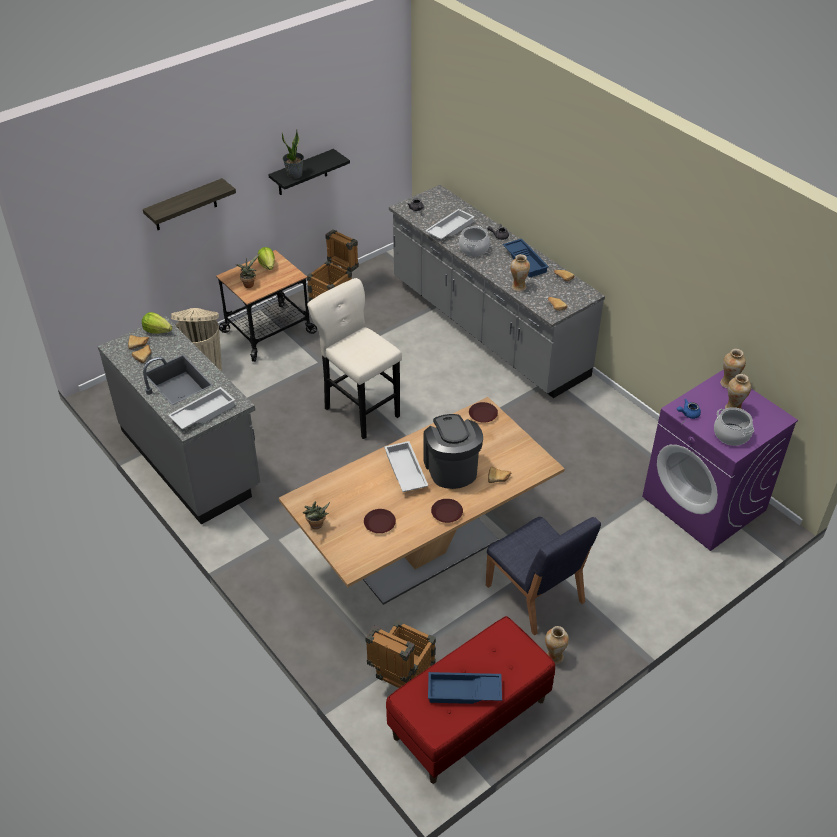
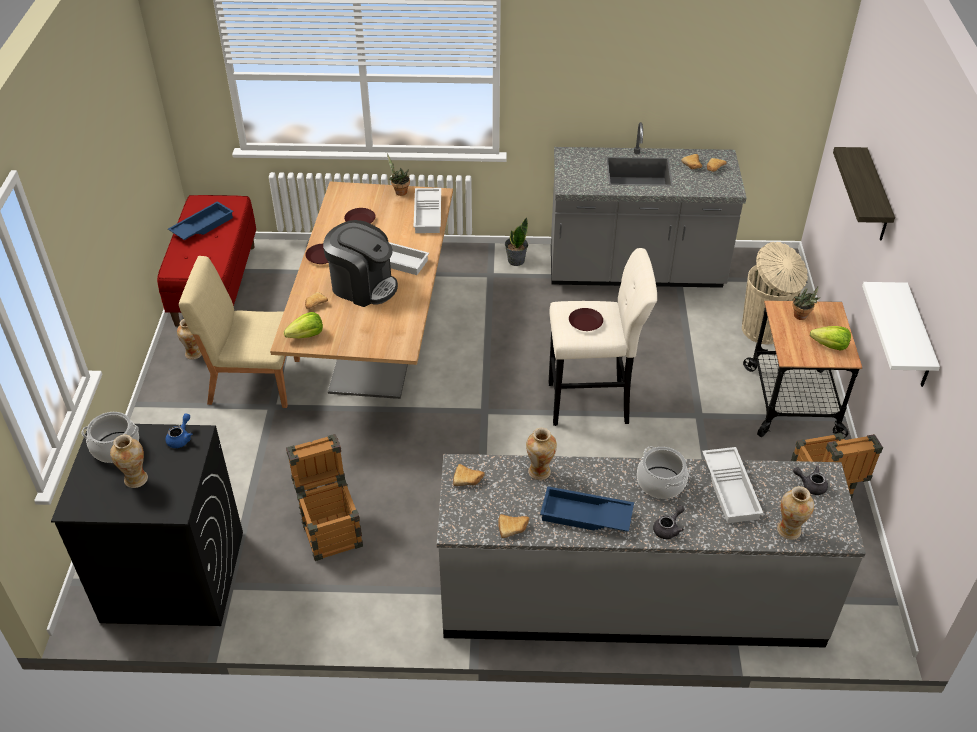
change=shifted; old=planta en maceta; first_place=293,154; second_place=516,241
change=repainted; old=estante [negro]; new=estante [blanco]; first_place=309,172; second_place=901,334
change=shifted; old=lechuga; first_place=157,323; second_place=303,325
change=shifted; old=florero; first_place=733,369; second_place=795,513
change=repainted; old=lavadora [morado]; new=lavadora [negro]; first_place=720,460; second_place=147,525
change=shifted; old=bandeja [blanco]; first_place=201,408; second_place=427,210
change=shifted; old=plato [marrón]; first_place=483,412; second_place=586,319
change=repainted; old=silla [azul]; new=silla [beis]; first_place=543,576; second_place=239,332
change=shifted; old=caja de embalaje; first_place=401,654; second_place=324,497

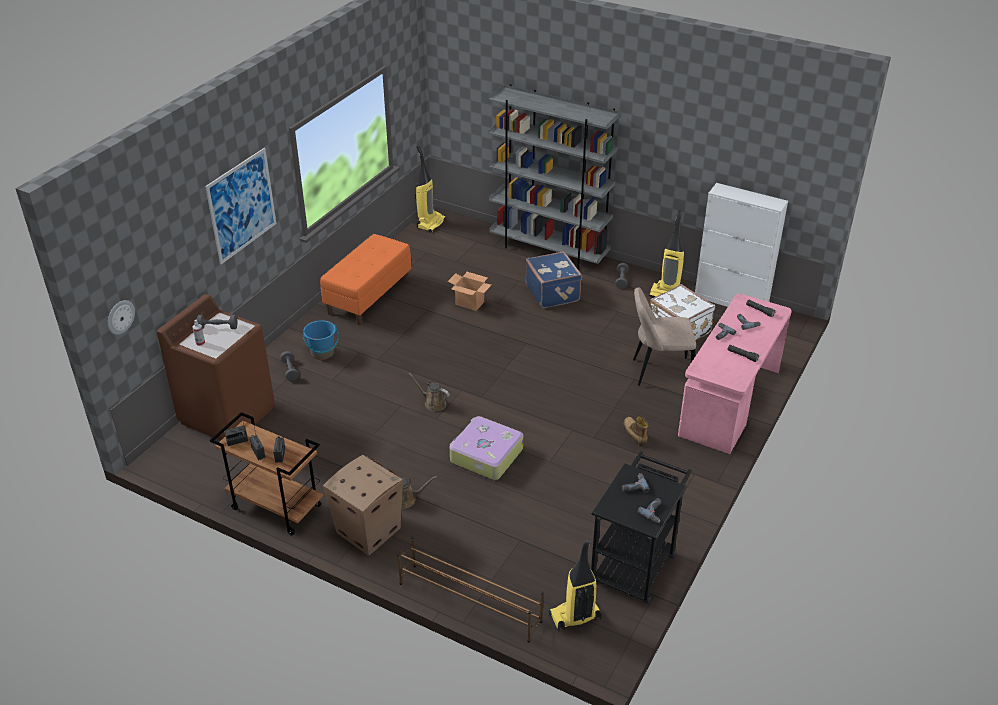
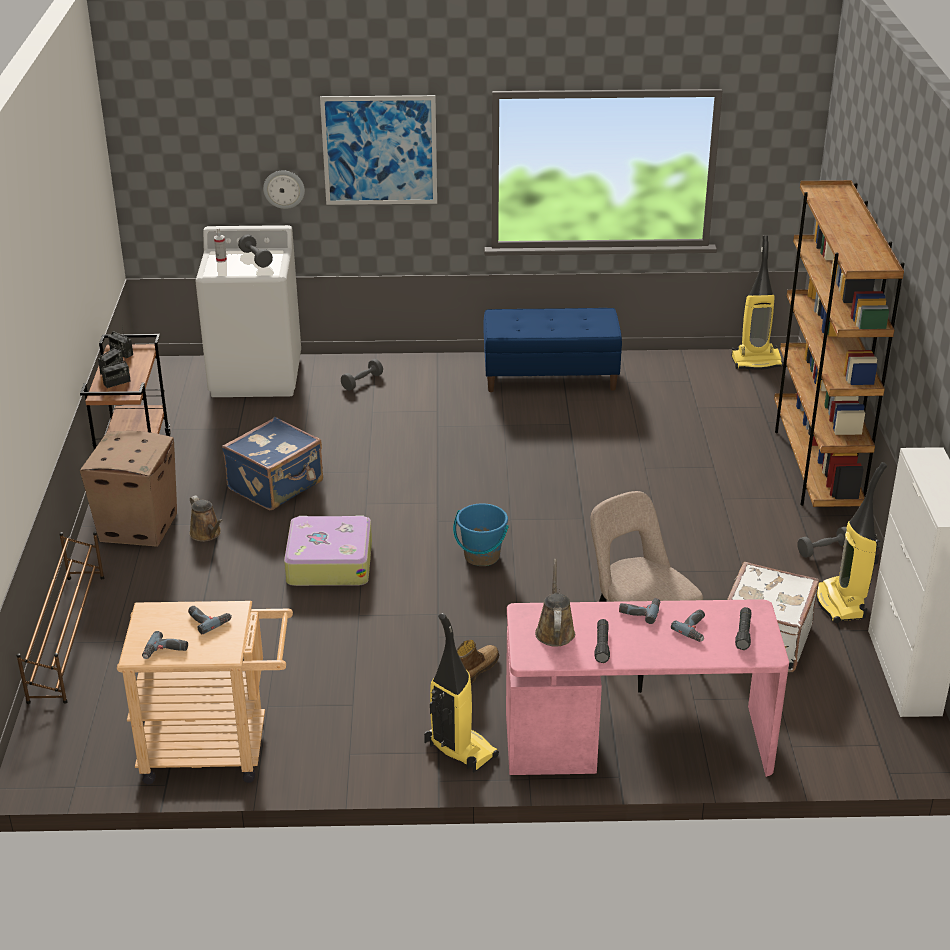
change=repainted; old=estantería [gris]; new=estantería [marrón]; first_place=554,177; second_place=839,343
change=repainted; old=banco [naranja]; new=banco [azul]; first_place=366,279; second_place=552,350
change=shifted; old=maleta [azul]; first_place=553,279; second_place=272,463
change=gone; old=caja de cartón; first_place=469,291
change=repainted; old=lavadora [marrón]; new=lavadora [blanco]; first_place=216,367; second_place=248,311
change=shifted; old=reloj de pared; first_place=121,317; second_place=284,189
change=shifted; old=cubo [azul]; first_place=320,340; second_place=481,534
change=shifted; old=regadera [marrón]; first_place=429,392; second_place=555,603
change=repainted; old=carrito [negro]; new=carrito [beis]; first_place=641,527; second_place=205,693
change=shifted; old=aspiradora; first_place=575,585; second_place=461,693

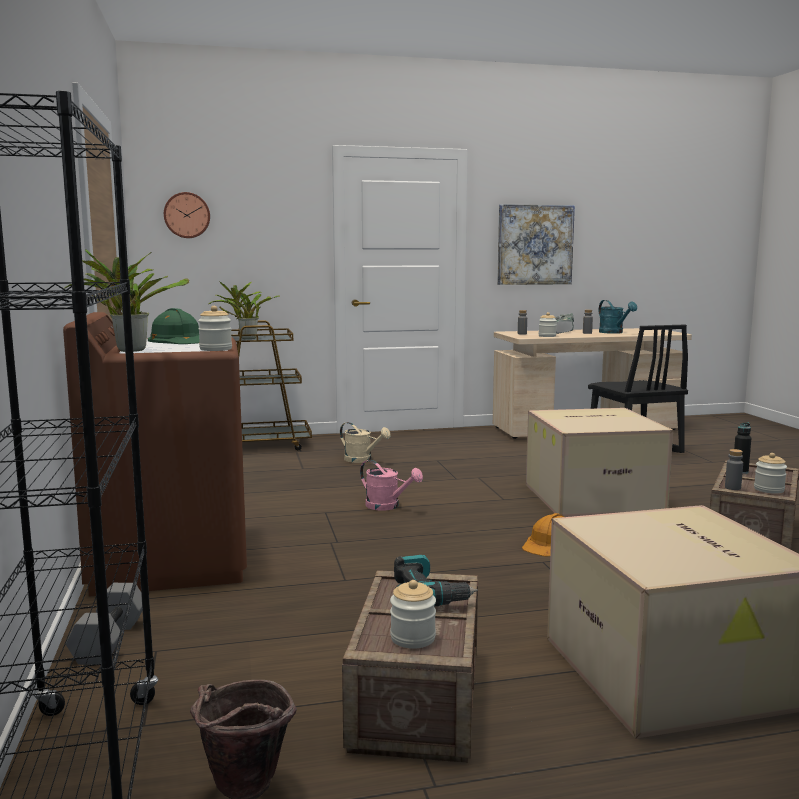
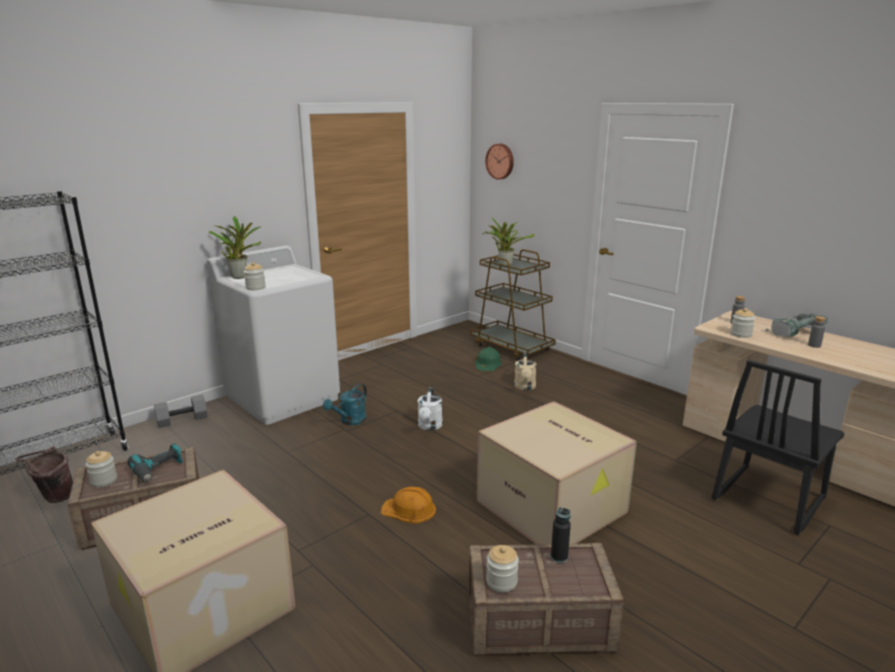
change=gone; old=cuadro; first_place=536,244
change=shifted; old=regadera [turquesa]; first_place=618,317; second_place=345,404
change=shifted; old=casco [verde]; first_place=174,326; second_place=488,359
change=repainted; old=lavadora [marrón]; new=lavadora [blanco]; first_place=155,454; second_place=273,335
change=gone; old=botella [gris]; first_place=734,469
change=repainted; old=regadera [rosa]; new=regadera [blanco]; first_place=391,485; second_place=430,408

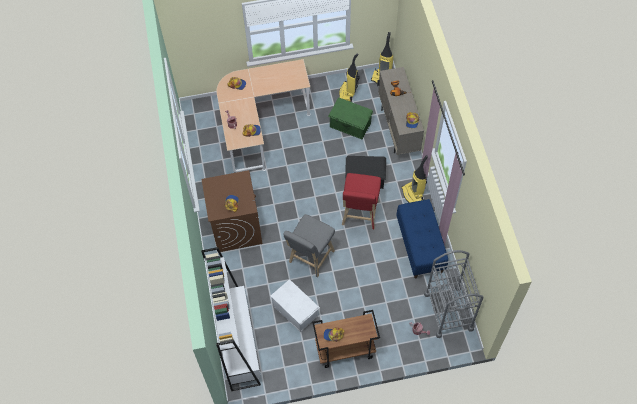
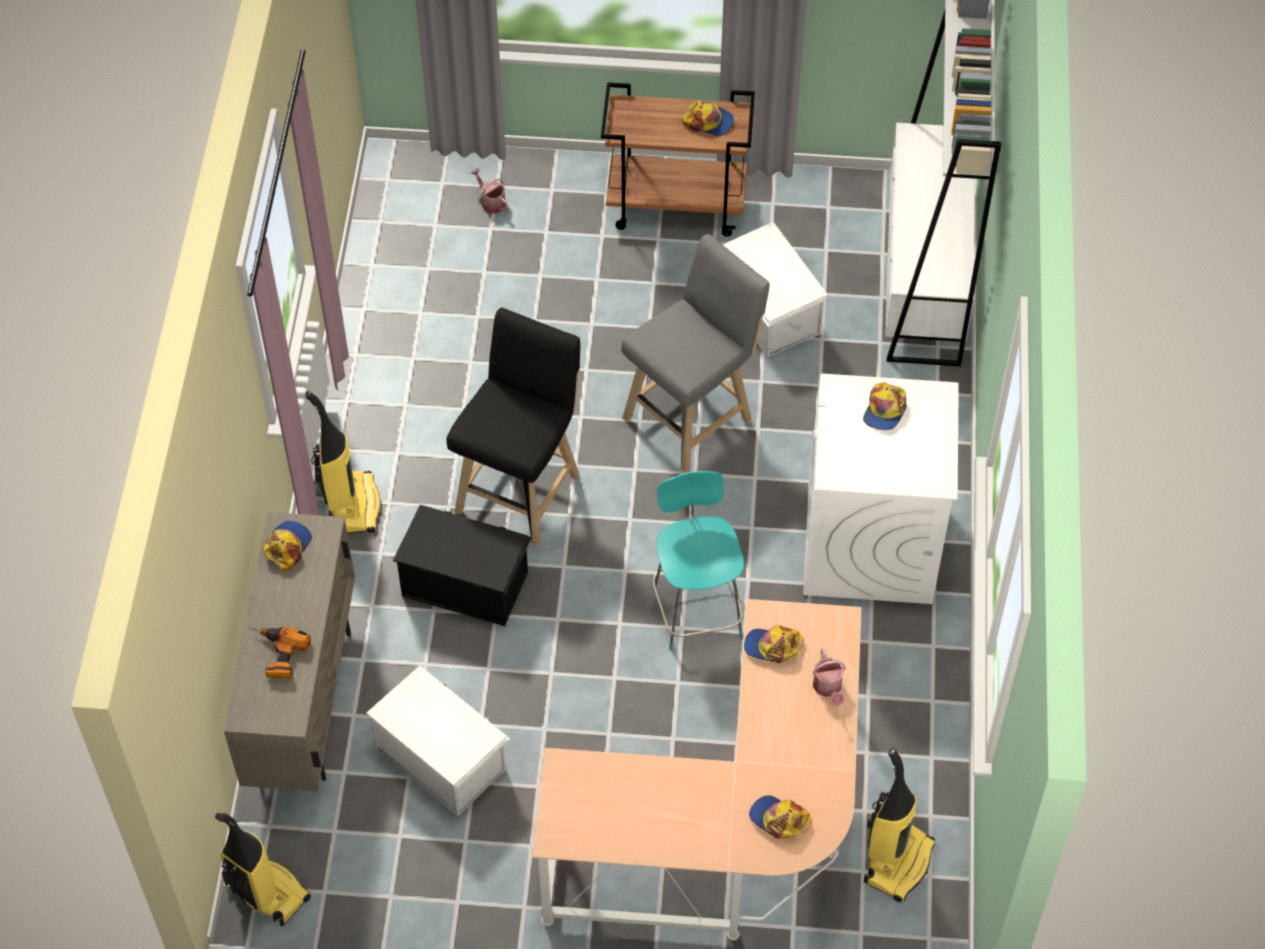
change=shifted; old=aspiradora; first_place=349,77; second_place=900,825
change=repainted; old=caja de almacenaje [verde]; new=caja de almacenaje [blanco]; first_place=350,118; second_place=438,741
change=repainted; old=lavadora [marrón]; new=lavadora [blanco]; first_place=231,211; second_place=881,489
change=repainted; old=taburete [rojo]; new=taburete [negro]; first_place=361,201; second_place=513,427
change=gone; old=banco [azul]; first_place=422,238
change=gone; old=carrito [gris]; first_place=454,294
change=new; new=silla [turquesa]; second_place=698,560

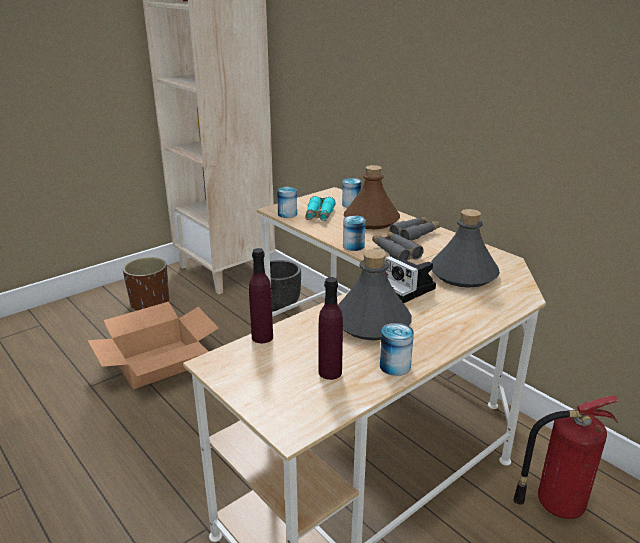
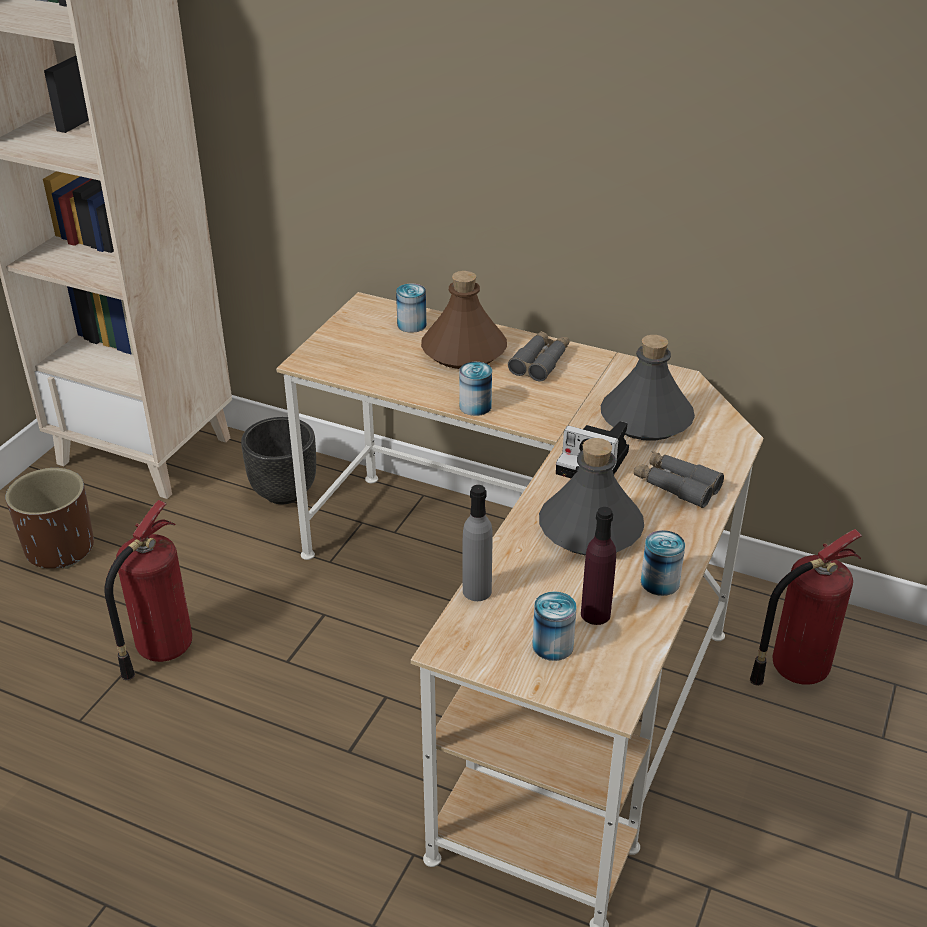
change=shifted; old=lata; first_place=287,202; second_place=554,626
change=gone; old=prismáticos [turquesa]; first_place=320,208
change=shifted; old=prismáticos [gris]; first_place=398,246; second_place=679,479
change=repainted; old=botella [morado]; new=botella [gris]; first_place=261,295; second_place=477,543
change=swapped; old=caja de cartón; new=extintor; first_place=153,345; second_place=148,590

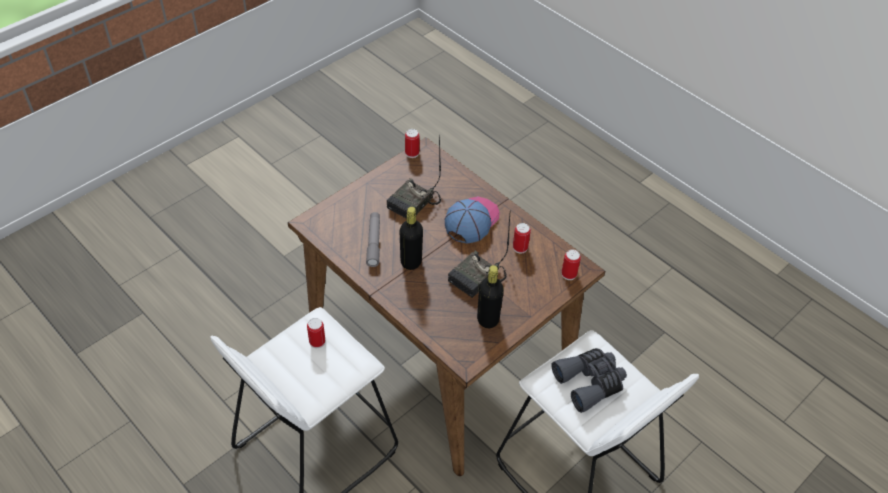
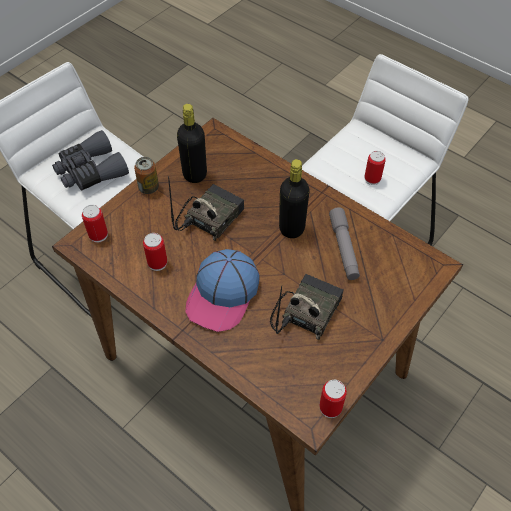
change=new; new=lata; second_place=146,175

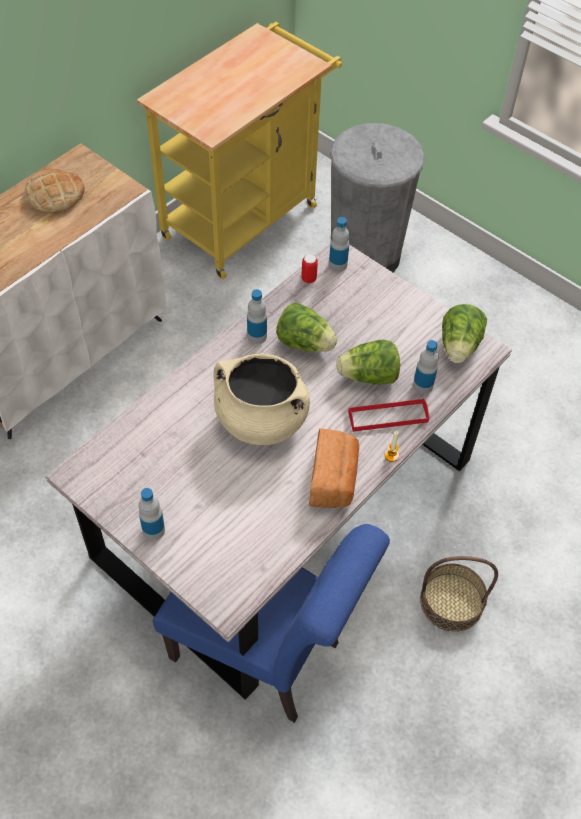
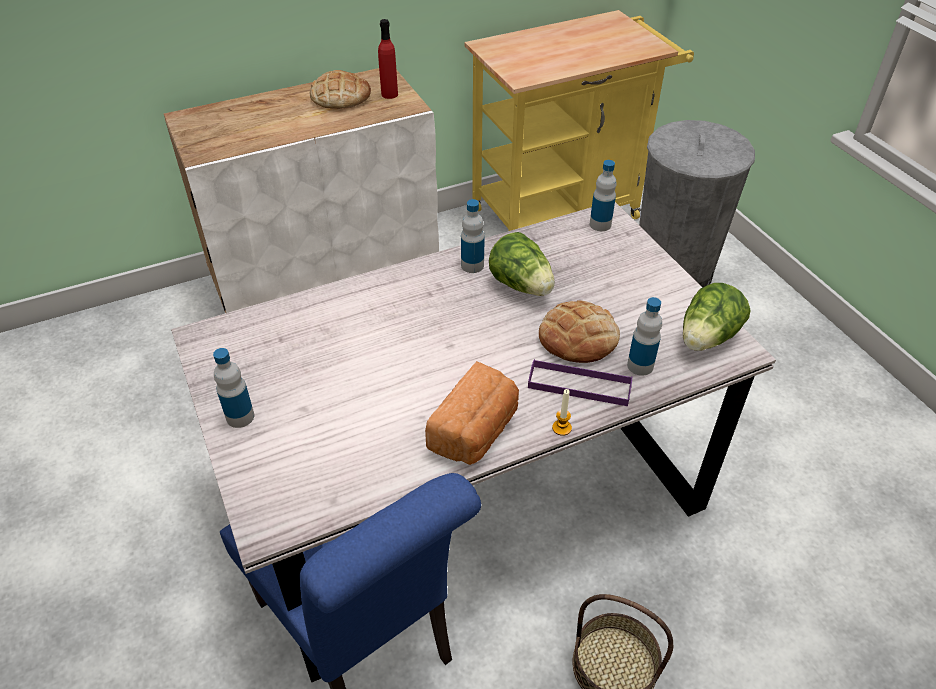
change=gone; old=lata; first_place=309,268
change=swapped; old=lechuga; new=pan; first_place=368,362; second_place=579,331
change=gone; old=olla [beis]; first_place=262,399
change=repainted; old=bandeja [rojo]; new=bandeja [morado]; first_place=388,415; second_place=580,382
change=new; new=botella [rojo]; second_place=388,59

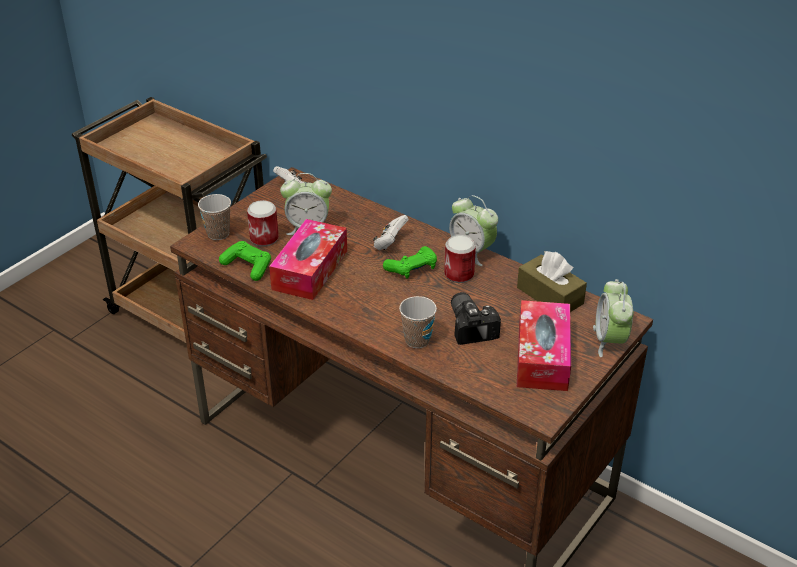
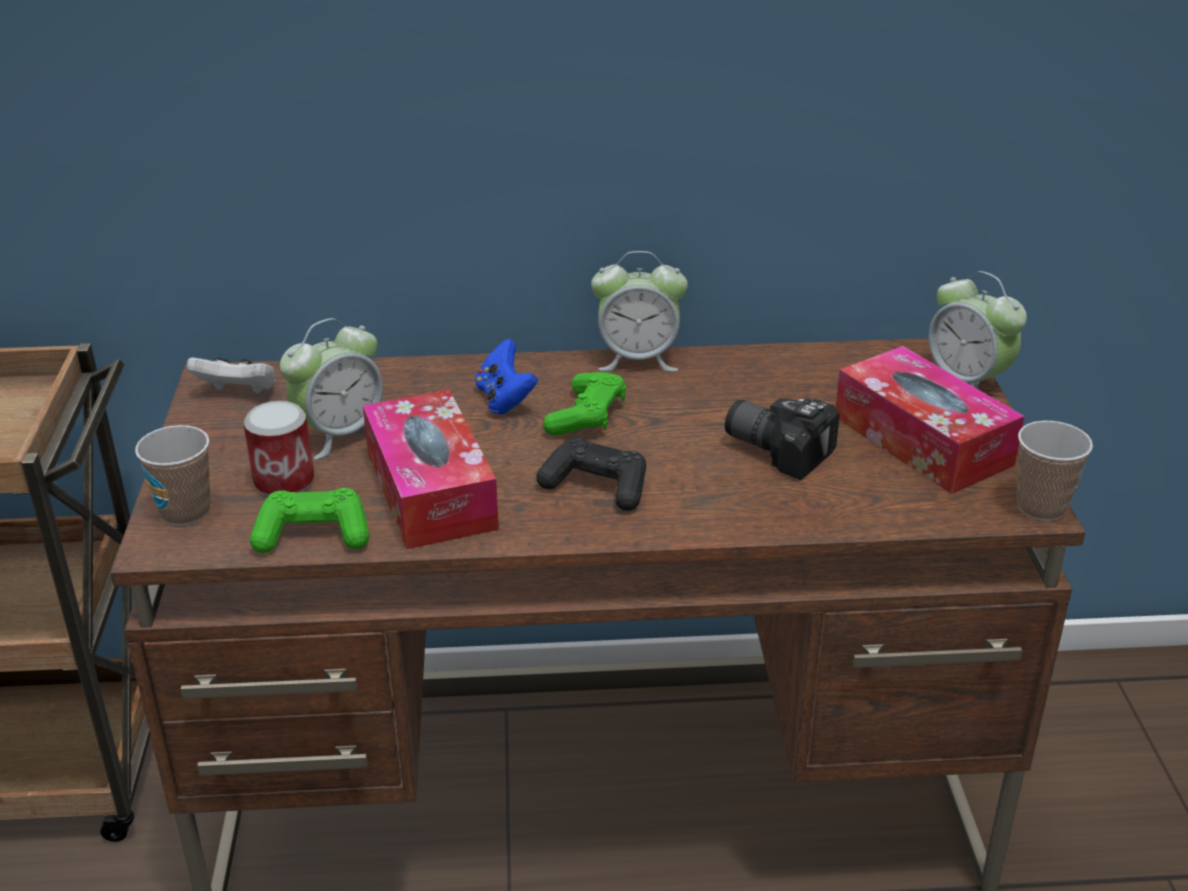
change=repainted; old=mando de consola [blanco]; new=mando de consola [azul]; first_place=391,232; second_place=506,376
change=gone; old=lata; first_place=460,259
change=gone; old=caja de pañuelos [marrón]; first_place=552,281
change=shifted; old=taza; first_place=418,322; second_place=1055,471
change=new; new=mando de consola [negro]; second_place=591,474

